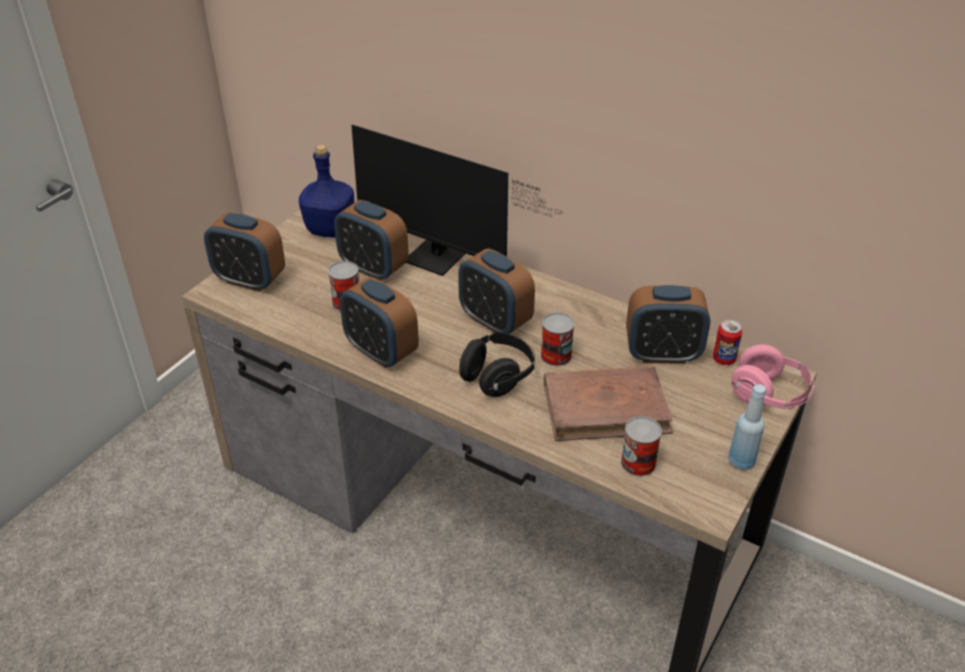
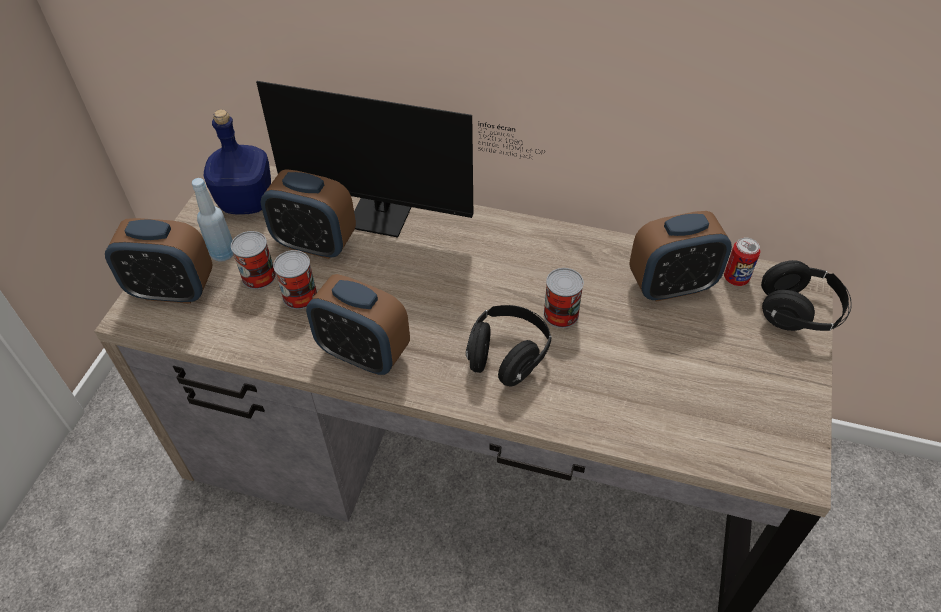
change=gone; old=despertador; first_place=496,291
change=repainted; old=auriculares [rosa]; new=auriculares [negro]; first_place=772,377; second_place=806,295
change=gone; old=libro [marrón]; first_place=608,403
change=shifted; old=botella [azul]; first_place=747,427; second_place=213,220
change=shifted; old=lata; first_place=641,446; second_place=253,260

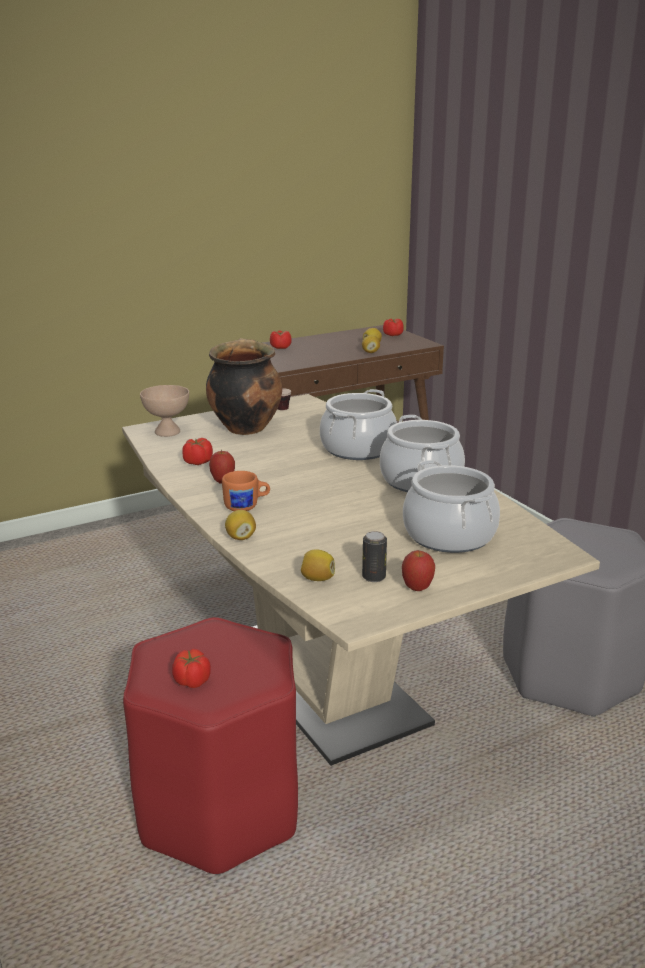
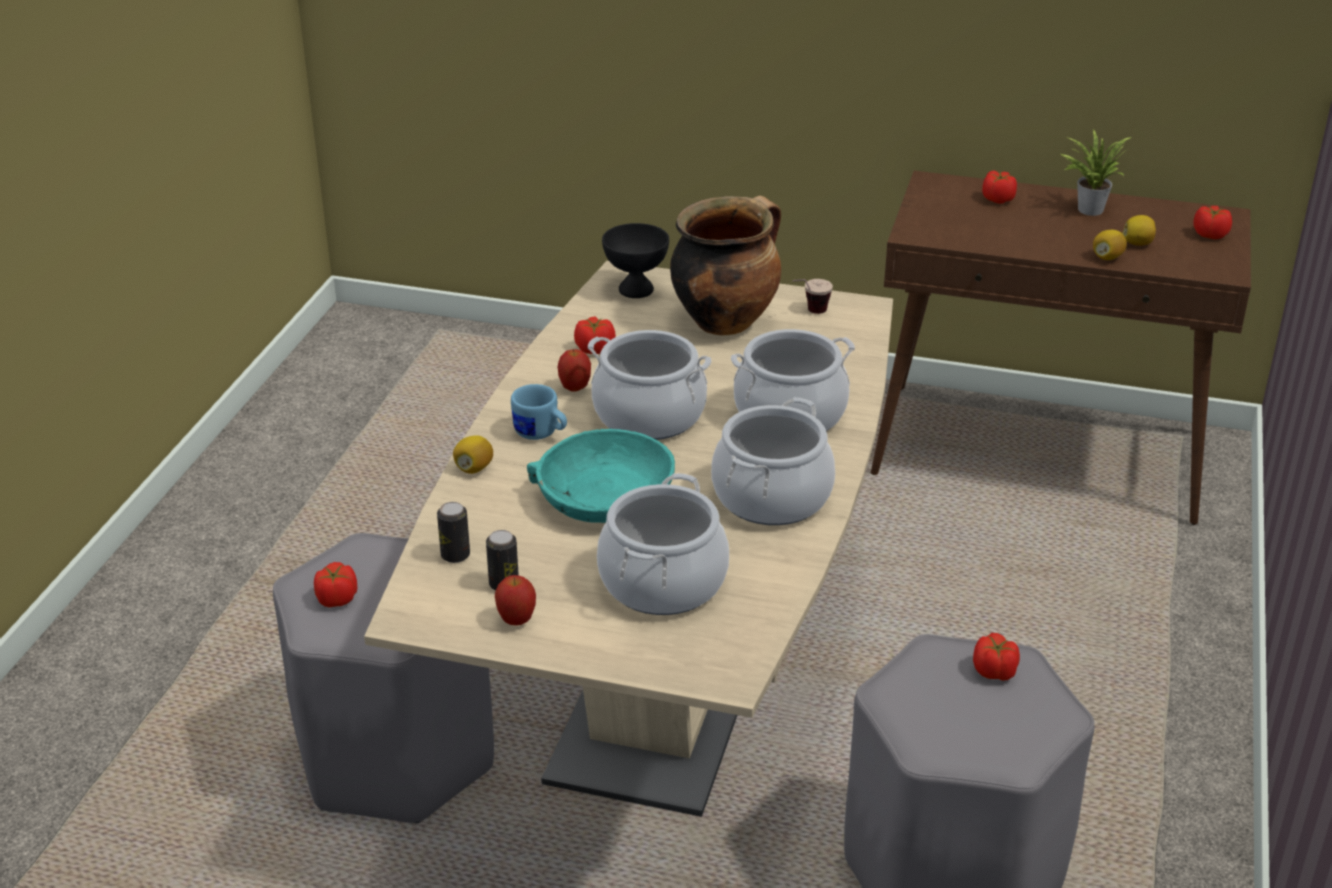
change=repainted; old=cuenco [beis]; new=cuenco [negro]; first_place=164,411; second_place=635,260
change=repainted; old=taza grande [naranja]; new=taza grande [azul]; first_place=246,491; second_place=539,412
change=swapped; old=limón; new=lata; first_place=318,565; second_place=453,532
change=repainted; old=taburete [rojo]; new=taburete [gris]; first_place=210,746; second_place=383,678
change=new; new=planta en maceta; second_place=1096,173
change=new; new=olla; second_place=649,385
change=new; new=cuenco [turquesa]; second_place=601,476
change=new; new=tomate; second_place=996,657

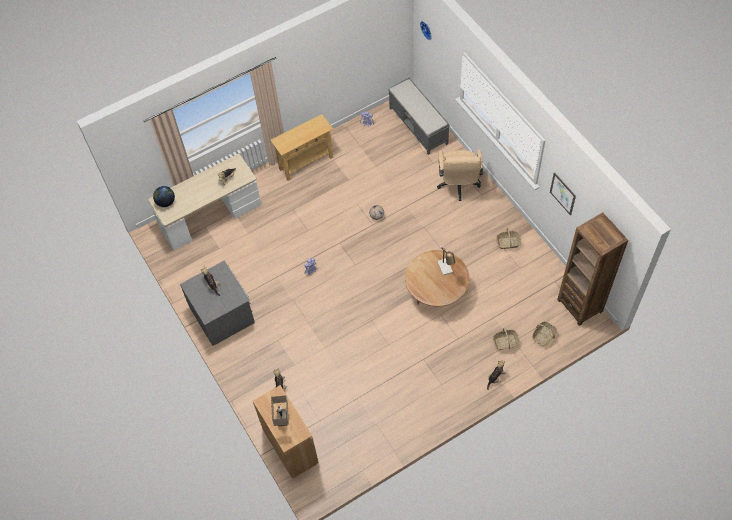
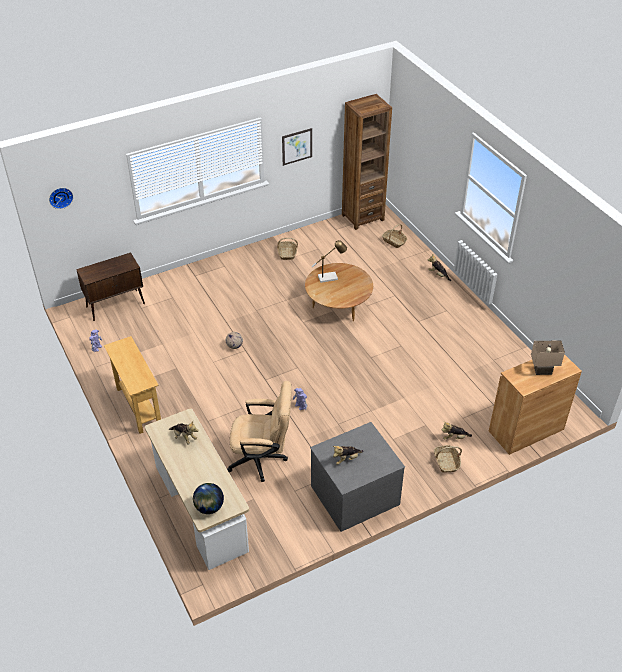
change=swapped; old=banco [gris]; new=armario [marrón]; first_place=419,116; second_place=110,286
change=shifted; old=silla de oficina [beis]; first_place=460,175; second_place=259,431
change=shifted; old=cesta; first_place=506,339; second_place=448,459

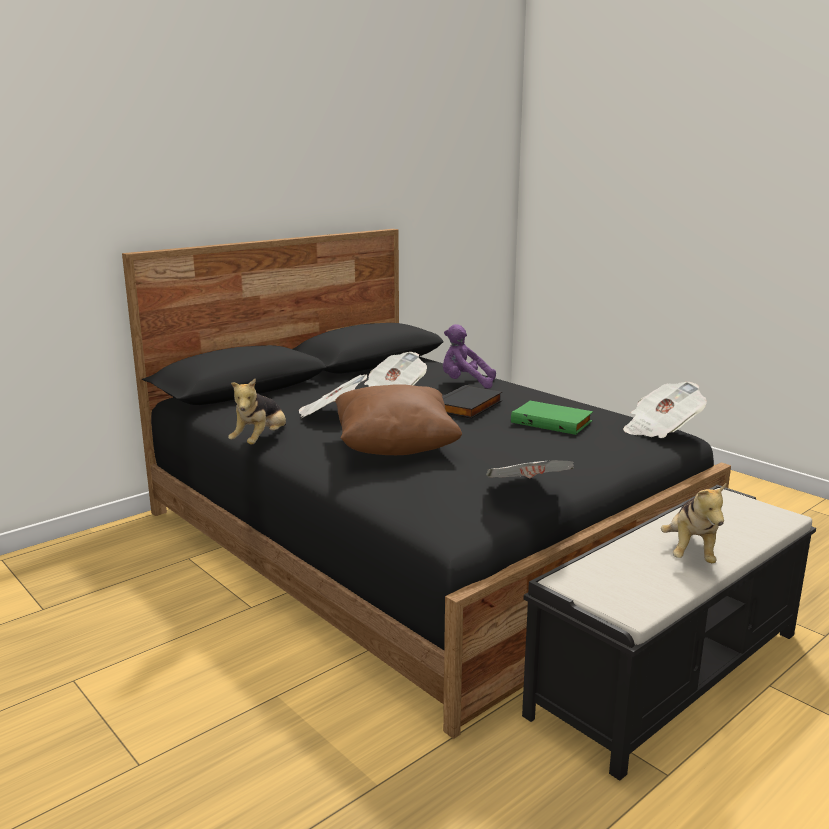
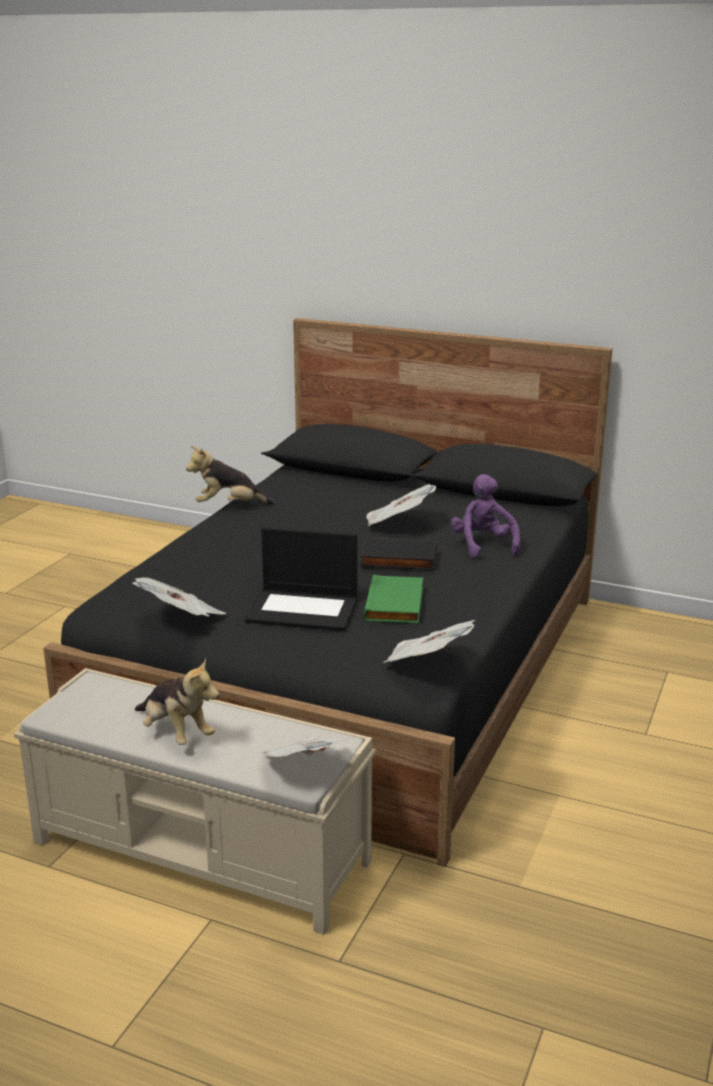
change=shifted; old=periódico; first_place=333,396; second_place=309,746
change=gone; old=cojín [marrón]; first_place=398,419
change=rotated; old=peluche; first_place=694,522; second_place=177,701; degrees=-120
change=repainted; old=banco [negro]; new=banco [beis]; first_place=669,633; second_place=195,801
change=new; new=portátil; second_place=301,579

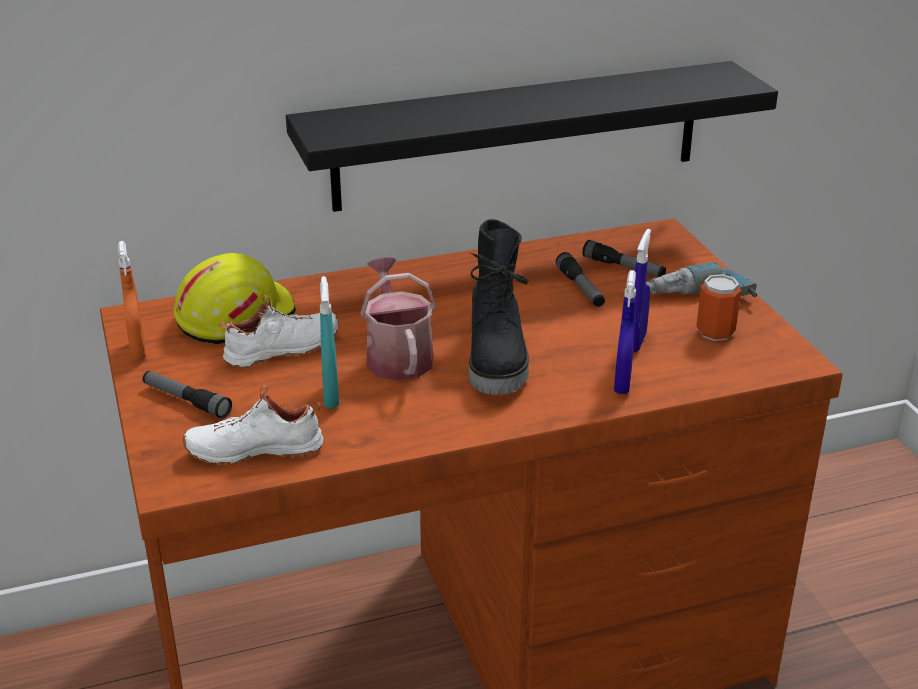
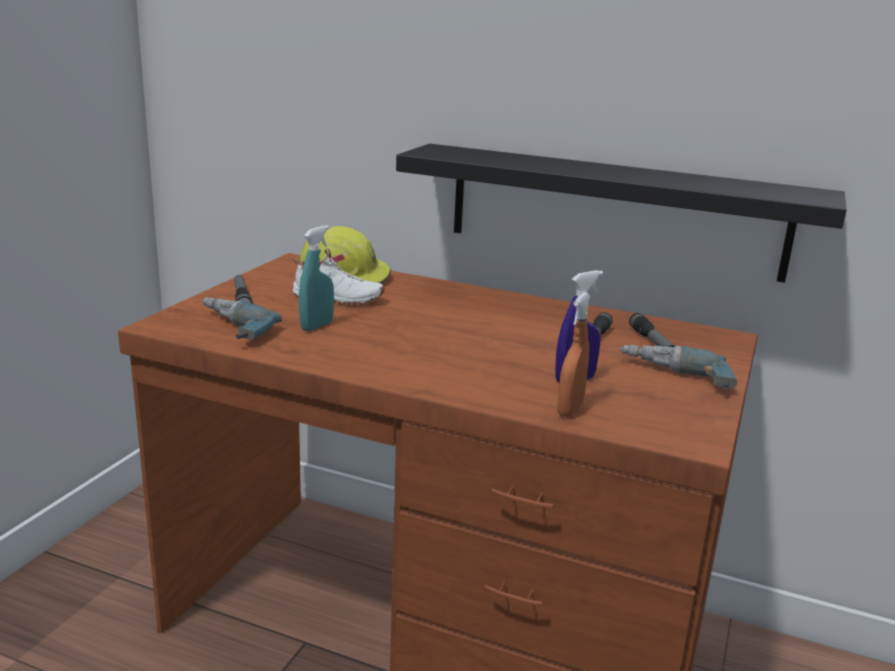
change=gone; old=bota [negro]; first_place=499,307
change=shifted; old=pulverizador [naranja]; first_place=132,301; second_place=574,354
change=gone; old=regadera; first_place=398,319
change=gone; old=pulverizador [azul]; first_place=625,332
change=gone; old=lata; first_place=718,307
change=swapped; old=zapato [blanco]; new=taladro; first_place=253,425; second_place=242,318

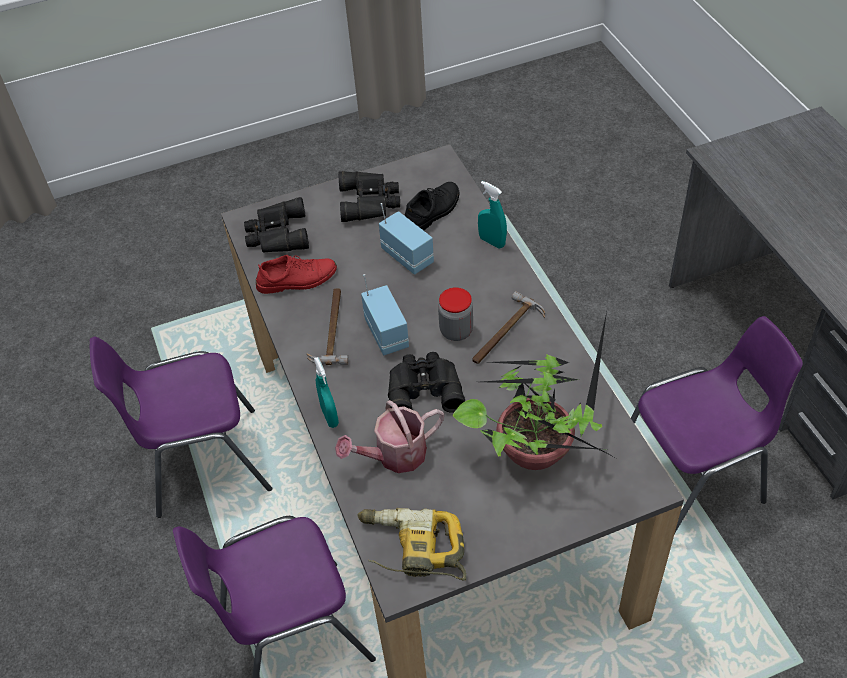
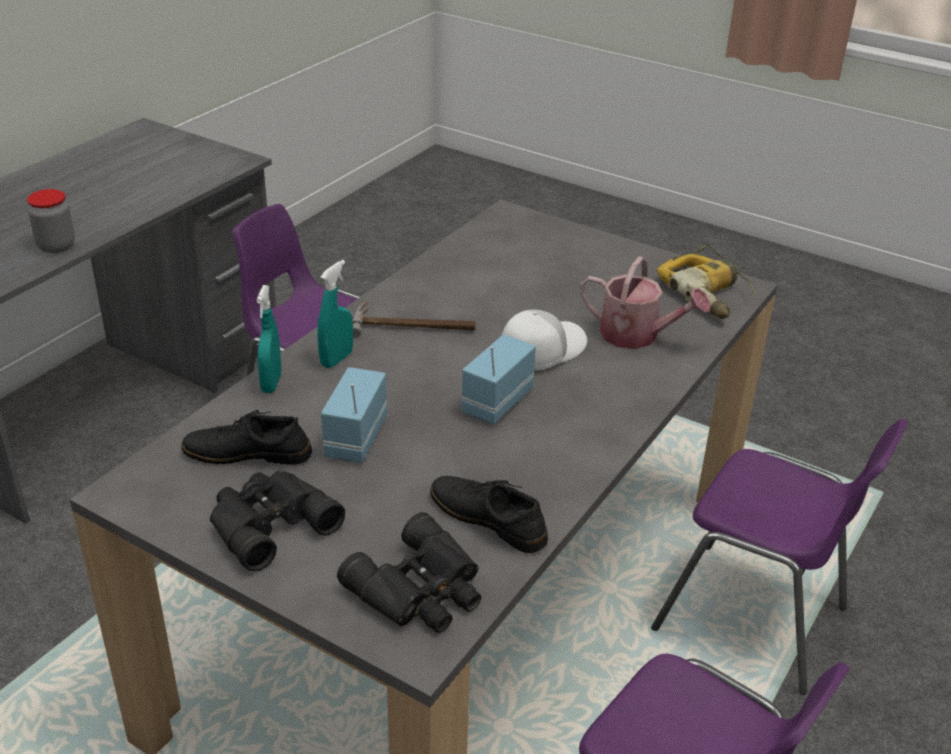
change=repainted; old=zapato [rojo]; new=zapato [negro]; first_place=296,274; second_place=489,514
change=shifted; old=tarro; first_place=455,314; second_place=51,221
change=gone; old=martillo; first_place=328,326
change=gone; old=planta en maceta; first_place=535,391
change=swapped; old=prismáticos [negro]; new=gorra [blanco]; first_place=426,382; second_place=544,340
change=shifted; old=pulverizador [turquesa]; first_place=326,392; second_place=335,314

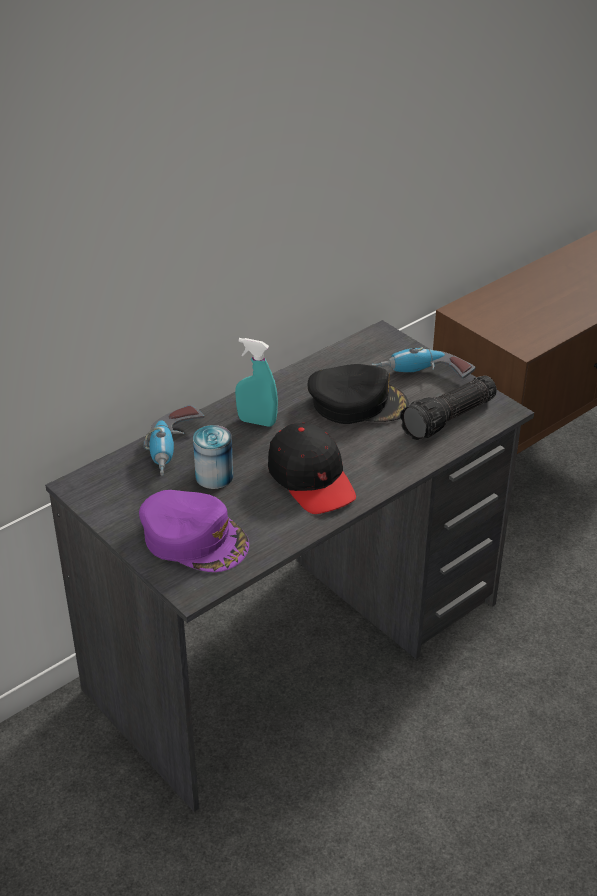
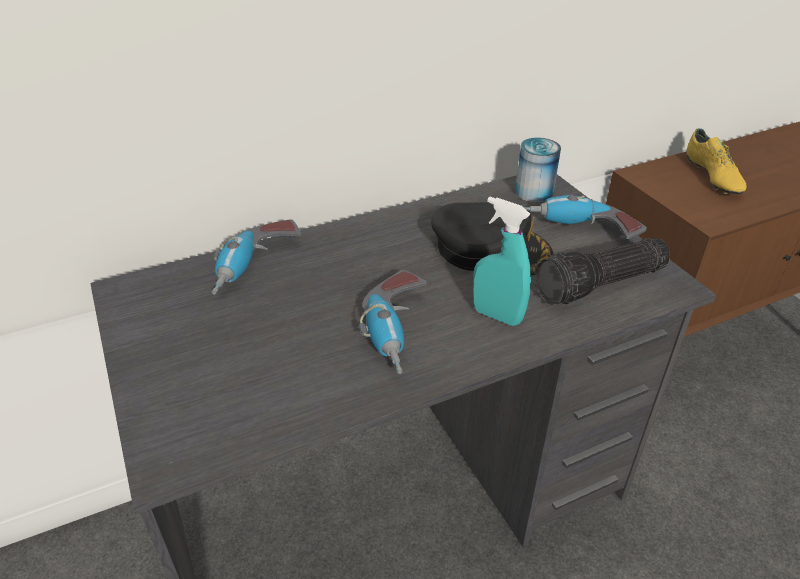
change=shifted; old=pulverizador [turquesa]; first_place=256,382; second_place=502,261
change=swapped; old=gorra [negro]; new=taladro; first_place=312,468; second_place=393,322
change=shifted; old=lata; first_place=213,457; second_place=538,170
change=gone; old=gorra [morado]; first_place=194,531
change=new; new=zapato [amarillo]; second_place=716,161

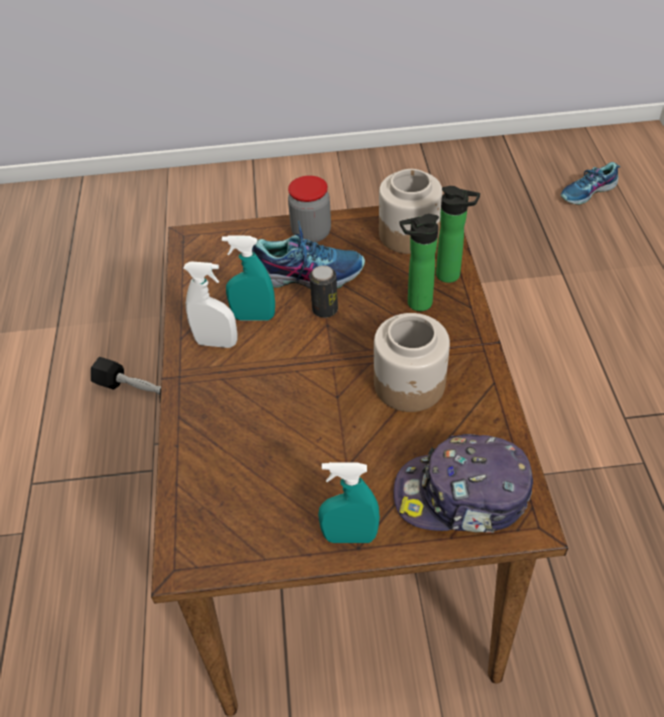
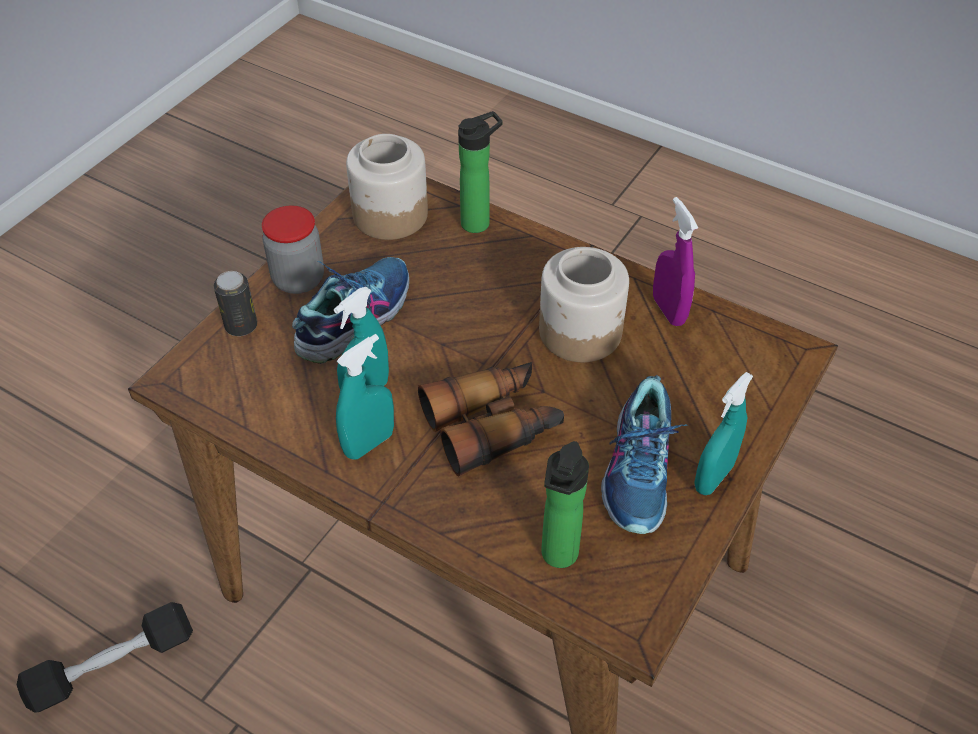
change=shifted; old=zapato; first_place=590,183; second_place=644,454
change=shifted; old=botella; first_place=419,262; second_place=565,504
change=repainted; old=pulverizador [blanco]; new=pulverizador [turquesa]; first_place=210,304; second_place=365,397
change=shifted; old=lata; first_place=323,291; second_place=235,303
change=gone; old=gorra; first_place=463,483
change=new; new=pulverizador [morado]; second_place=675,261
change=new; new=prismáticos; second_place=491,419

